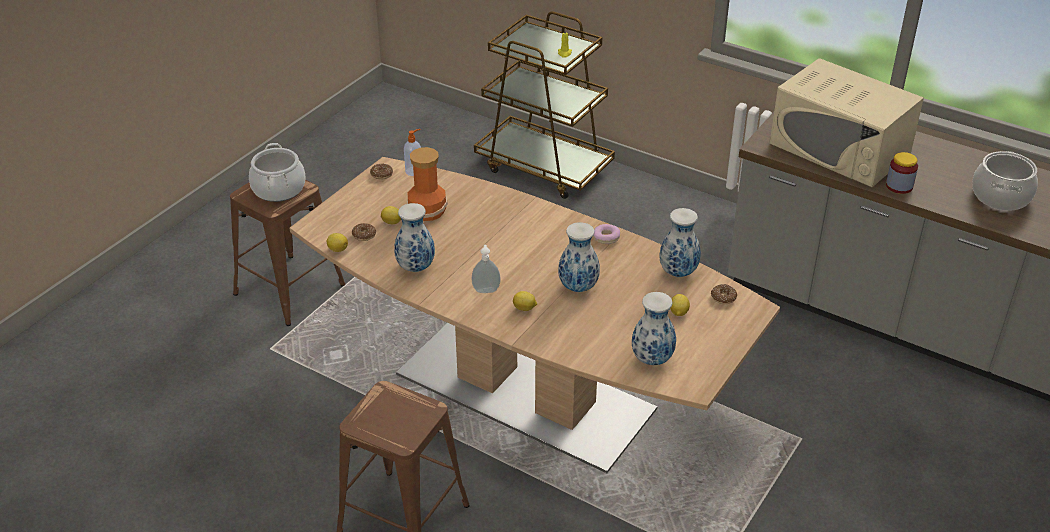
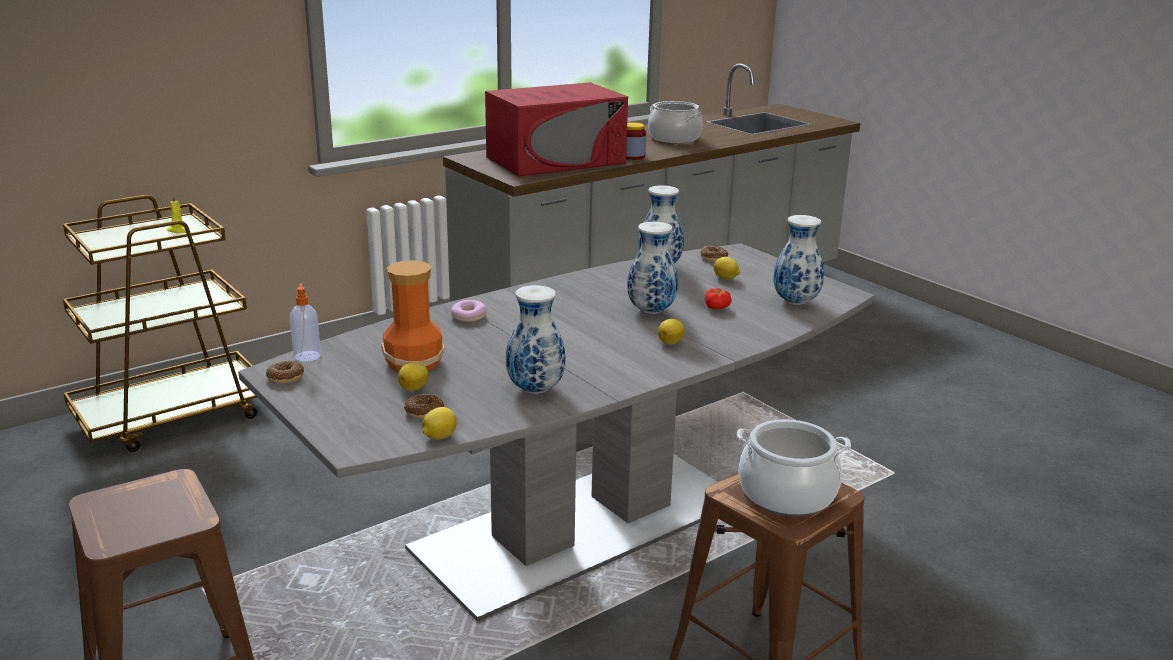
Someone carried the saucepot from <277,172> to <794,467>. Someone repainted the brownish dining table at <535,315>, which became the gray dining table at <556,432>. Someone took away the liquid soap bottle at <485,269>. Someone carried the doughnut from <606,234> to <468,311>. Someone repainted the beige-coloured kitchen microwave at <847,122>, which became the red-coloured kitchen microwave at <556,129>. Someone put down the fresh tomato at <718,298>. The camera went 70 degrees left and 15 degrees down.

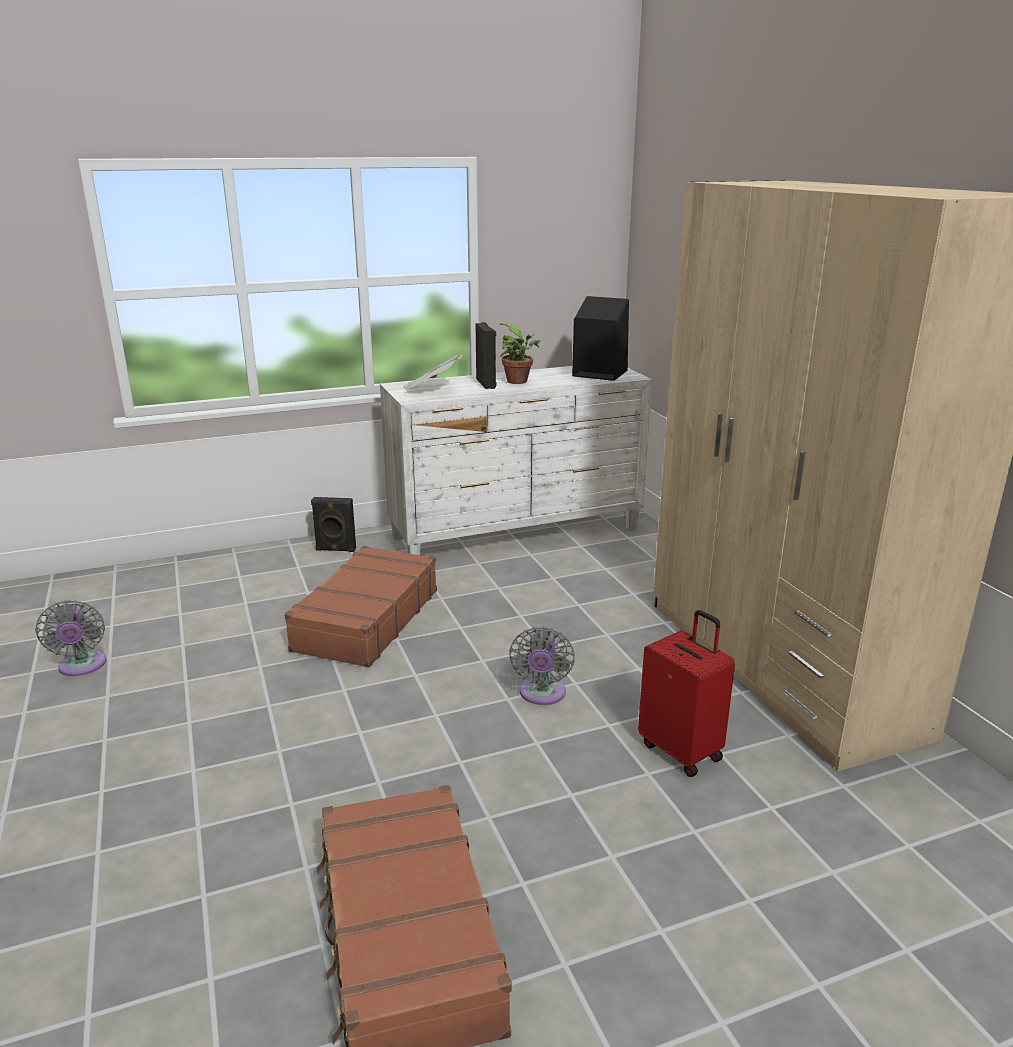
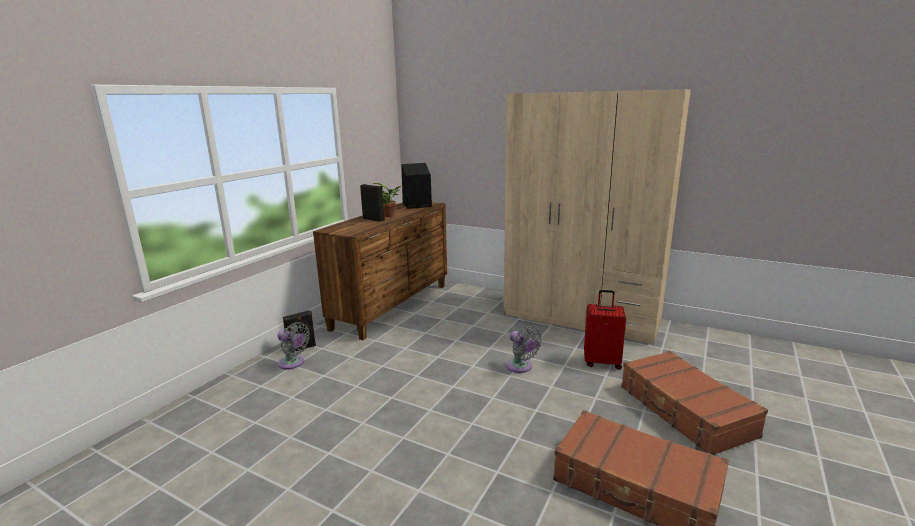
Someone carried the gray electric fan from <70,638> to <293,345>. Someone carried the brownish suitcase from <360,606> to <694,403>. Someone repainted the white-coloured drawer chest at <516,460>, which became the brownish drawer chest at <380,271>. Someone took away the newspaper at <432,372>. The camera went 40 degrees left and 5 degrees down.

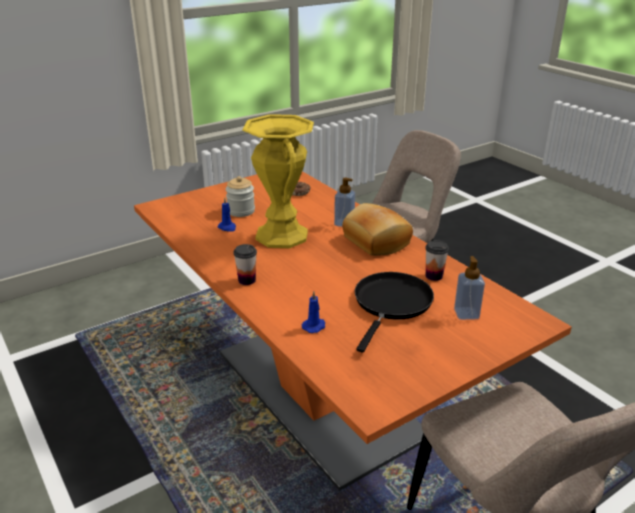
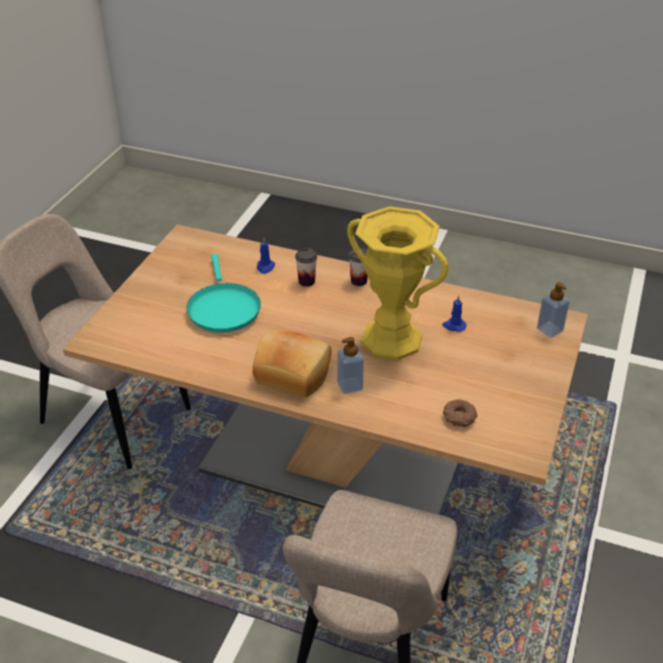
Someone repainted the orangey dining table at <353,331>, which became the beige-coloured dining table at <325,369>. Someone took away the preserve jar at <240,196>. Someone repainted the black frying pan at <394,312>, which became the turquoise frying pan at <224,293>. Someone carried the small cup from <437,260> to <306,267>. Someone carried the liquid soap bottle from <469,288> to <553,310>. The camera went 145 degrees right and 10 degrees up.

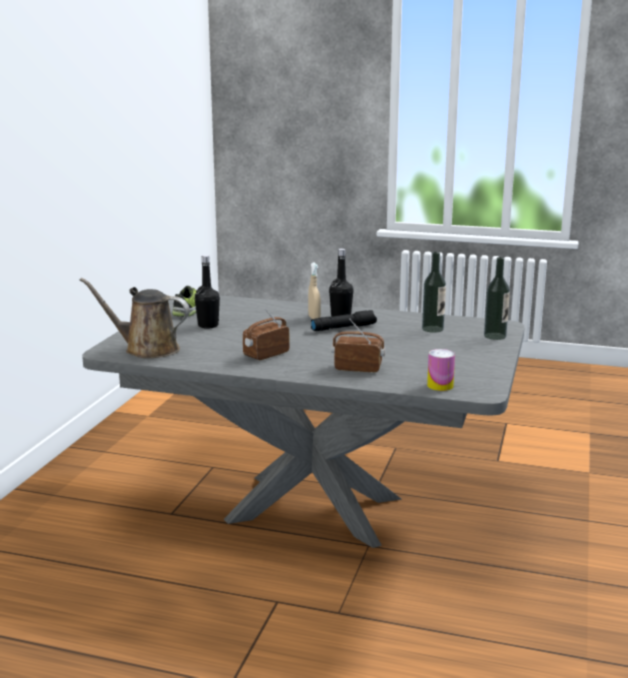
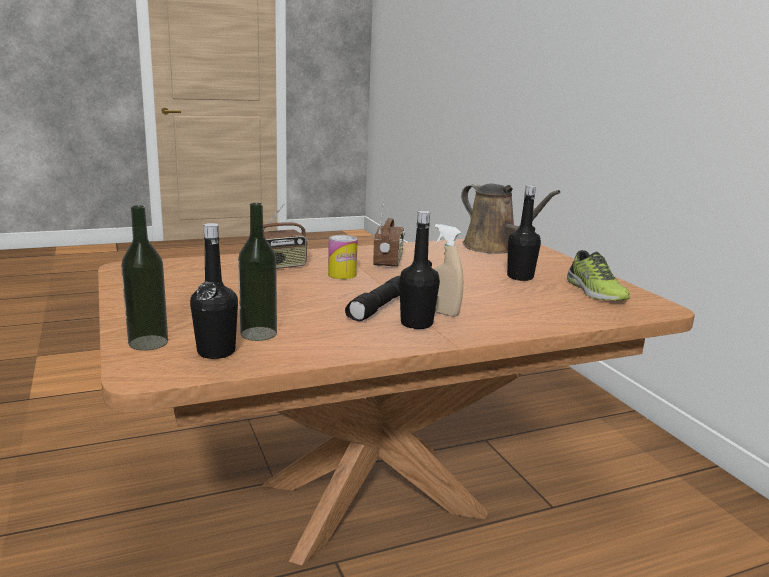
Someone rotated the brownish sprinkling can at <135,318> by 75 degrees clockwise. Someone repainted the gray dining table at <303,421>, which became the brownish dining table at <396,402>. Someone carried the sealed can from <441,370> to <343,257>. Someone put down the black bottle at <214,291>. The camera went 140 degrees right and 0 degrees up.

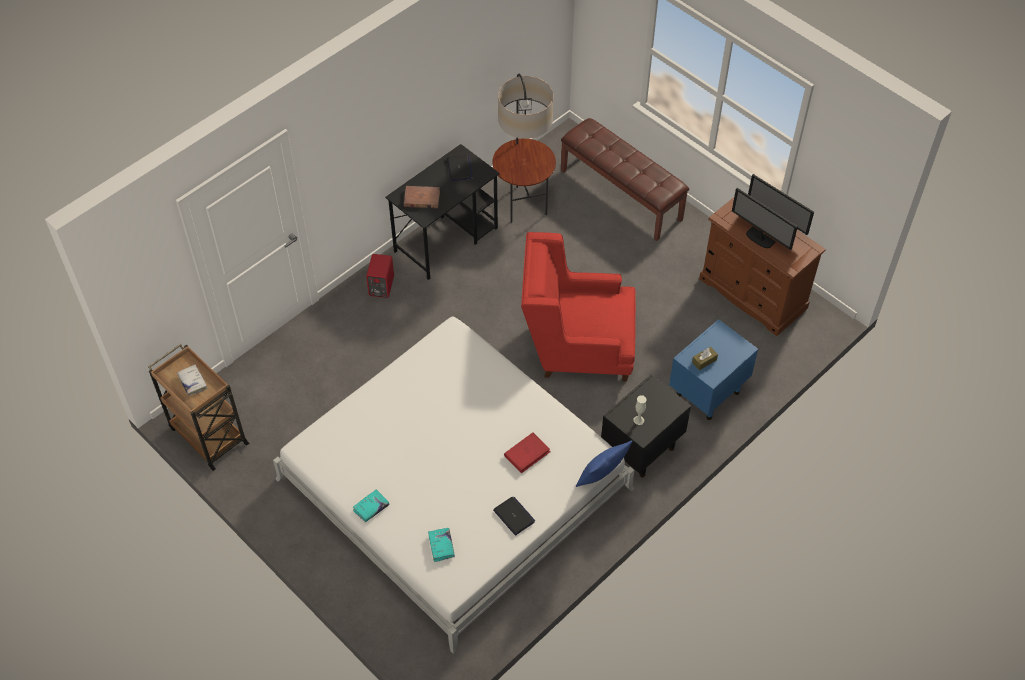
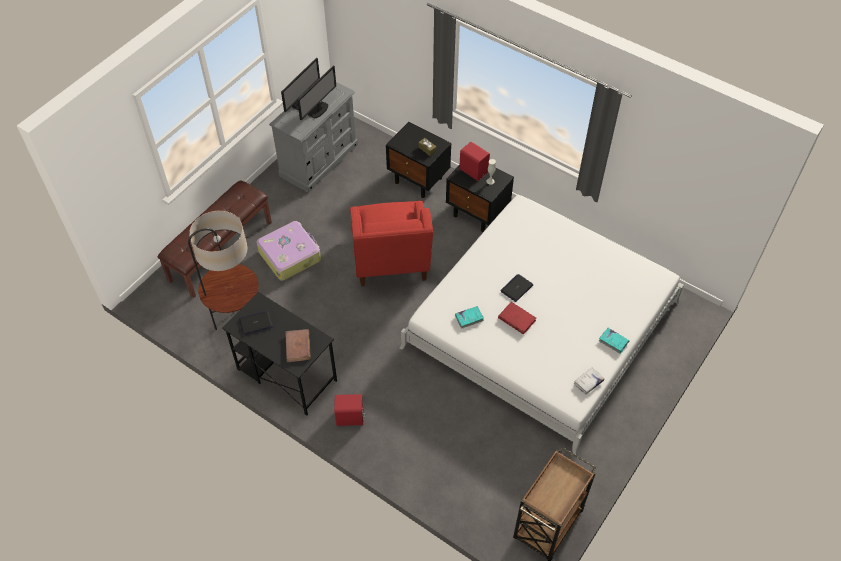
Someone carried the white-coloured book from <192,380> to <589,380>. Someone carried the turquoise book from <441,545> to <469,317>. Someone carried the notebook computer from <514,516> to <516,288>. Someone carried the red-coloured book from <527,453> to <517,318>. Someone took away the bluish pillow at <604,463>. Someone repainted the bluish bedside table at <713,369>, which became the black bedside table at <418,160>. Someone repainted the brownish drawer chest at <762,266>, which became the gray drawer chest at <313,137>. Someone put down the suitcase at <288,251>. Someone put down the red-coloured loudspeaker at <474,161>. The camera went 100 degrees left and 0 degrees up.

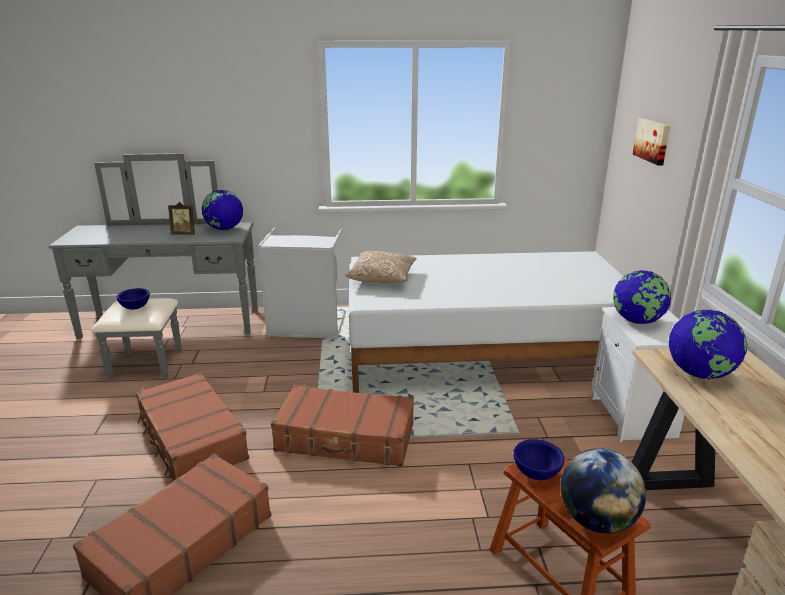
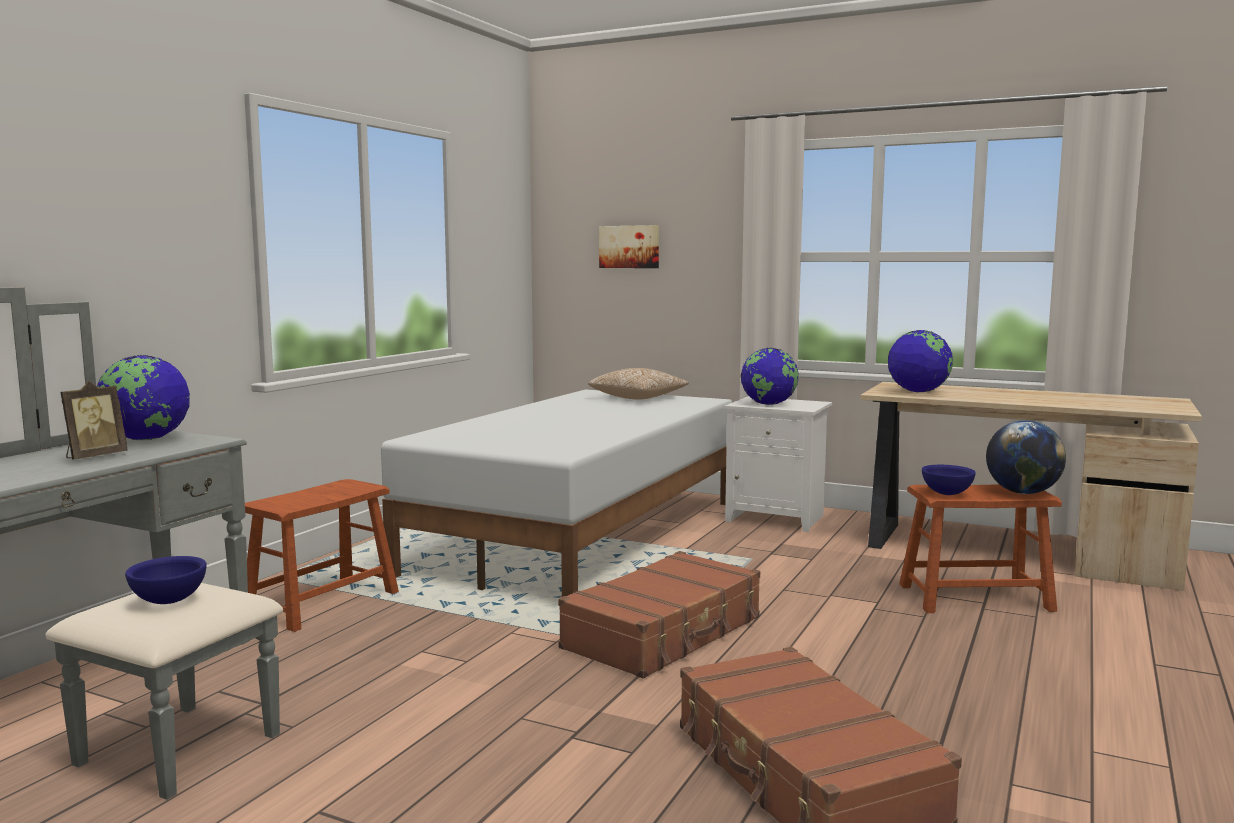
Someone took away the brownish suitcase at <192,426>. Someone swapped the gray laundry basket at <301,283> for the brownish sitting stool at <322,555>. Someone carried the pillow from <381,267> to <638,384>. The camera went 60 degrees left and 15 degrees down.

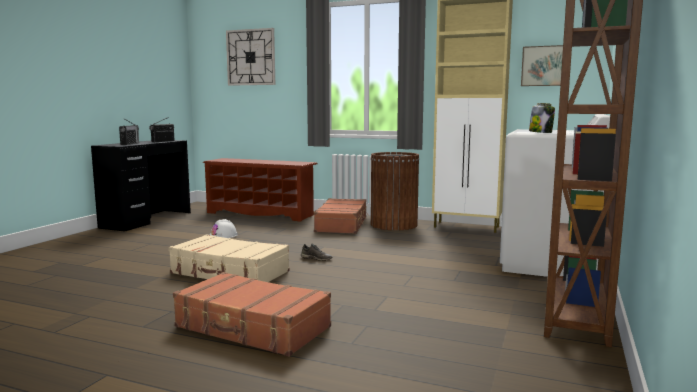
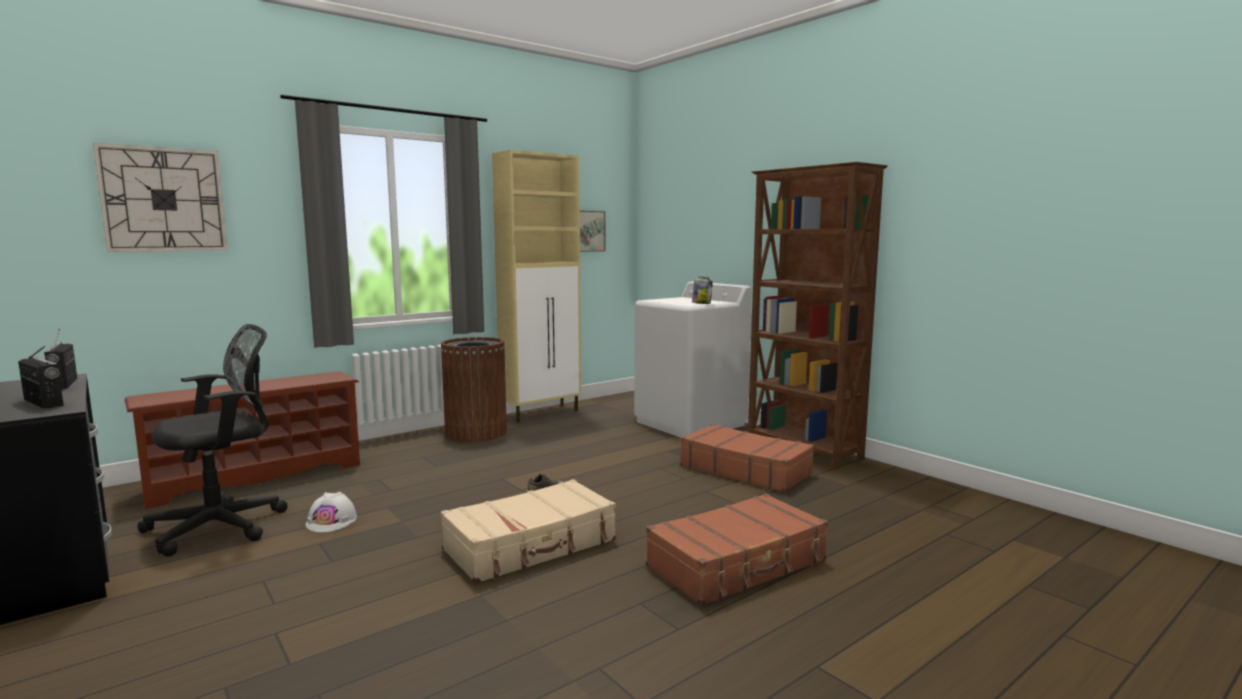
Someone carried the brownish suitcase from <341,216> to <747,458>. Someone put down the black office chair at <212,440>. The camera went 60 degrees left and 0 degrees up.

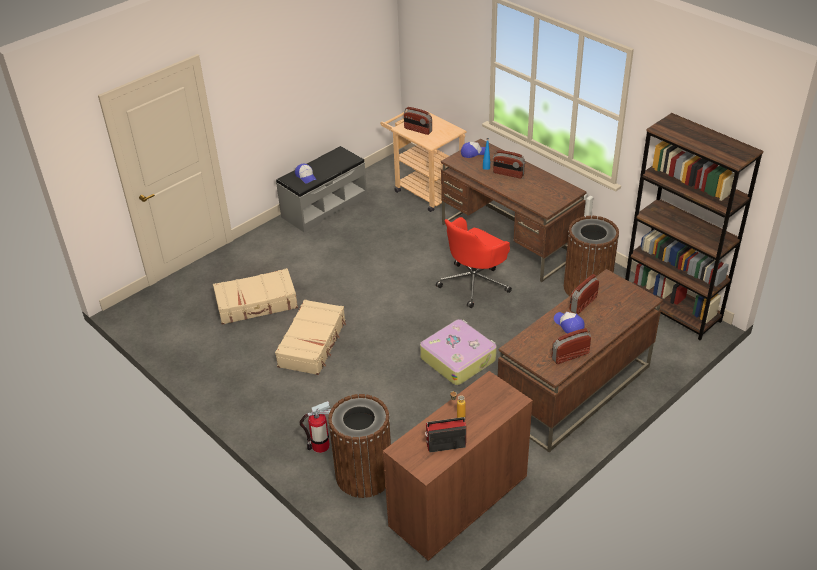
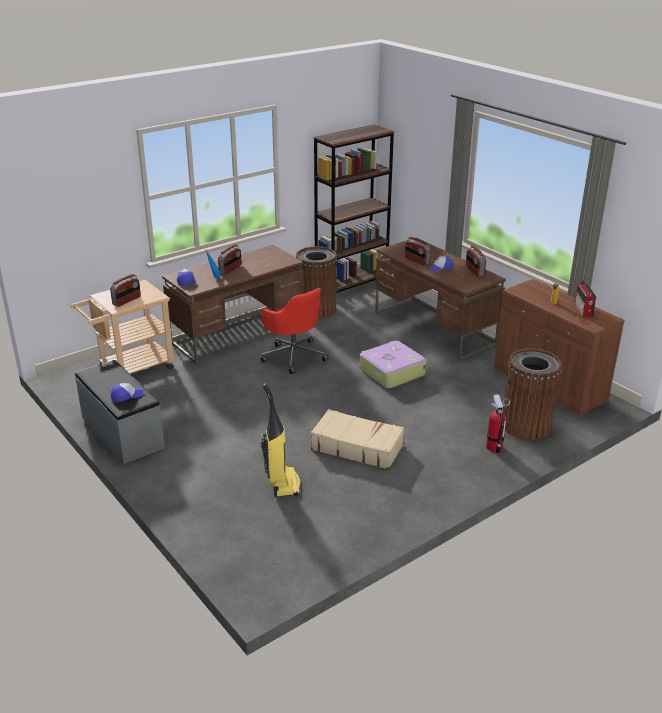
Someone swapped the beige-coloured suitcase at <255,296> for the hoover at <280,440>. The camera went 85 degrees left and 10 degrees down.

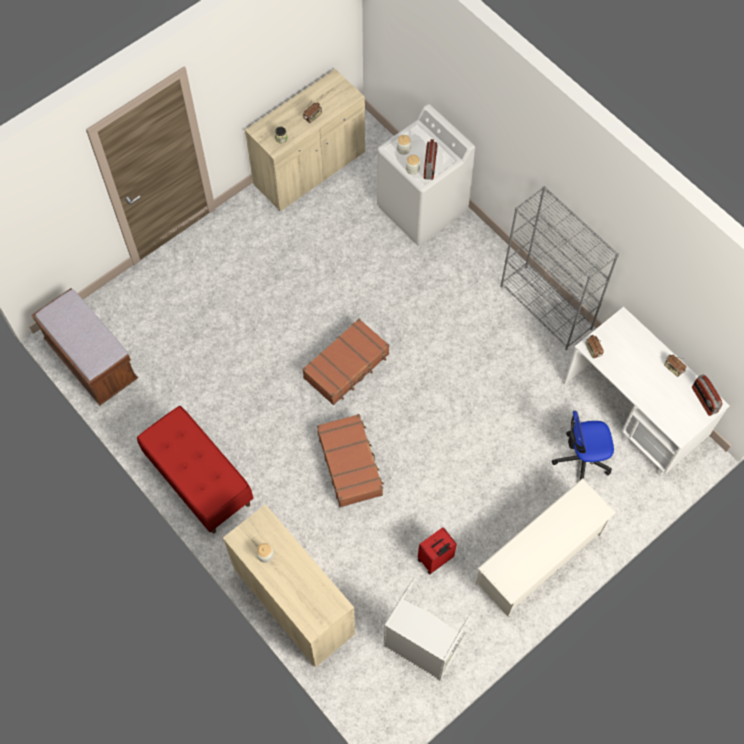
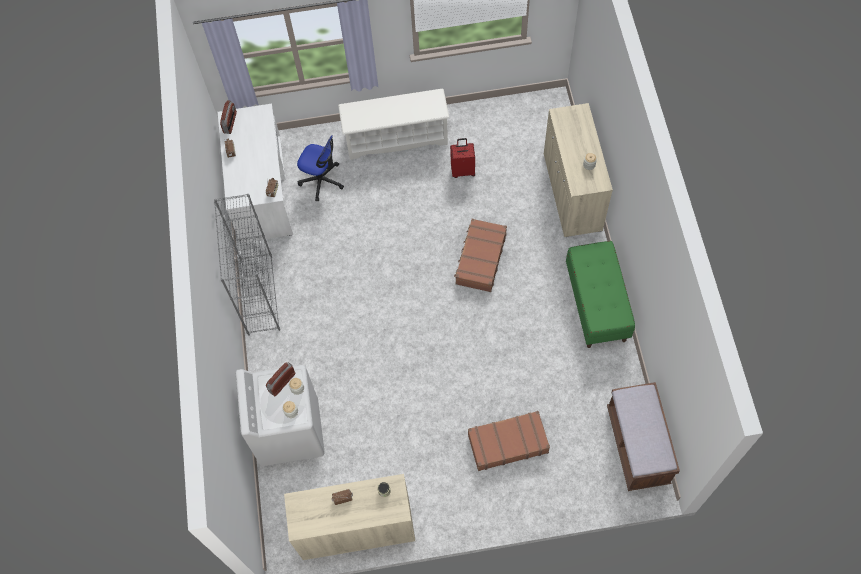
Someone repainted the red-coloured bench at <195,469>, which became the greenish bench at <600,294>. Someone carried the brownish suitcase from <345,362> to <509,441>. Someone took away the gray laundry basket at <428,629>. The camera went 145 degrees left and 0 degrees up.

